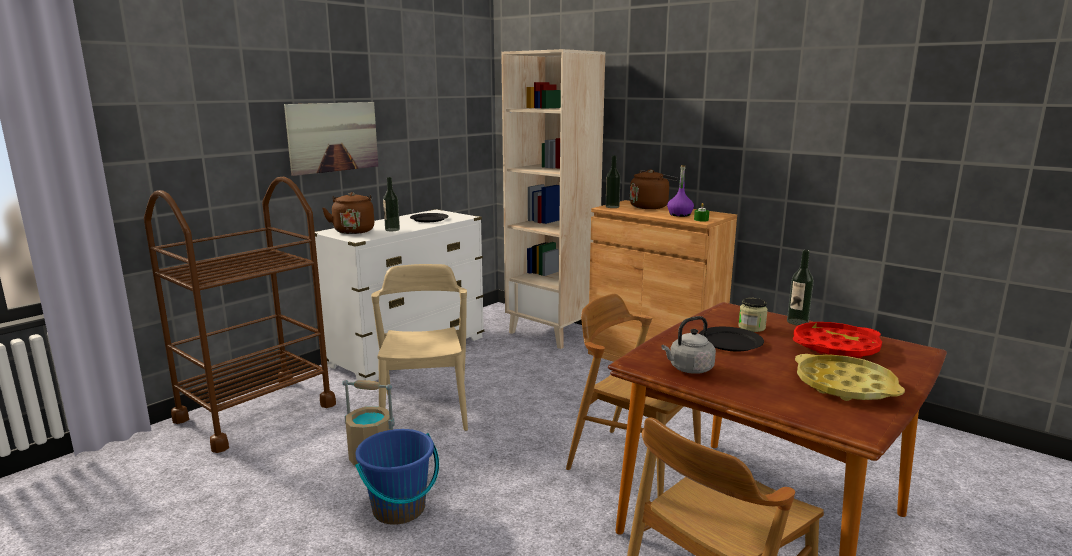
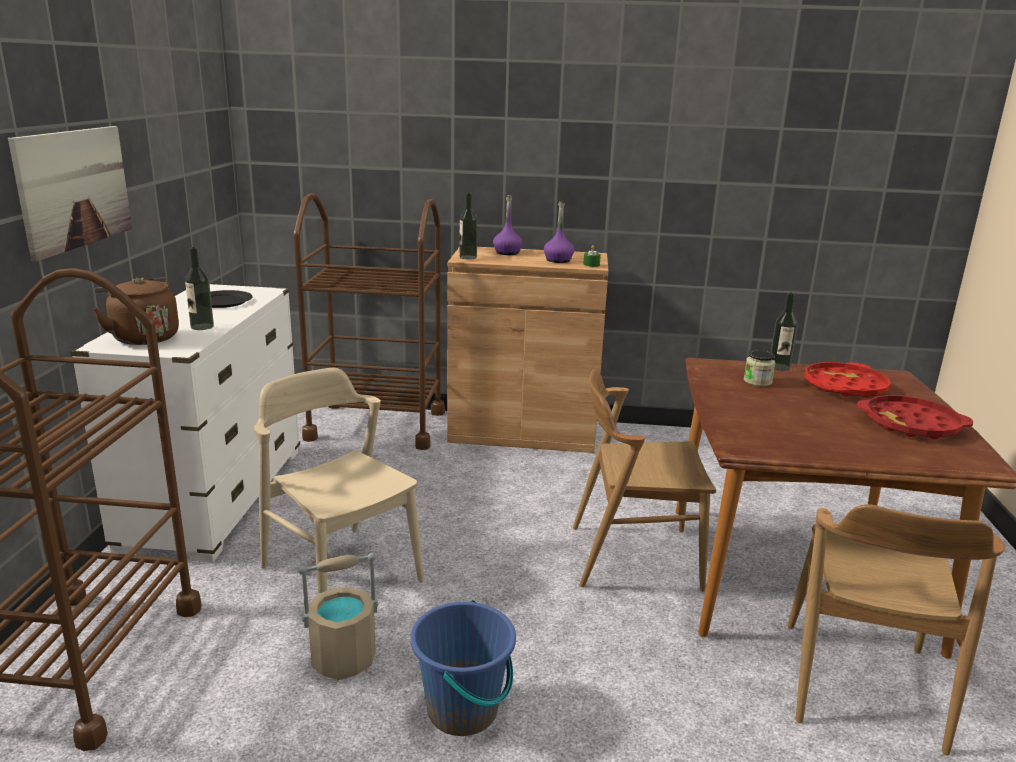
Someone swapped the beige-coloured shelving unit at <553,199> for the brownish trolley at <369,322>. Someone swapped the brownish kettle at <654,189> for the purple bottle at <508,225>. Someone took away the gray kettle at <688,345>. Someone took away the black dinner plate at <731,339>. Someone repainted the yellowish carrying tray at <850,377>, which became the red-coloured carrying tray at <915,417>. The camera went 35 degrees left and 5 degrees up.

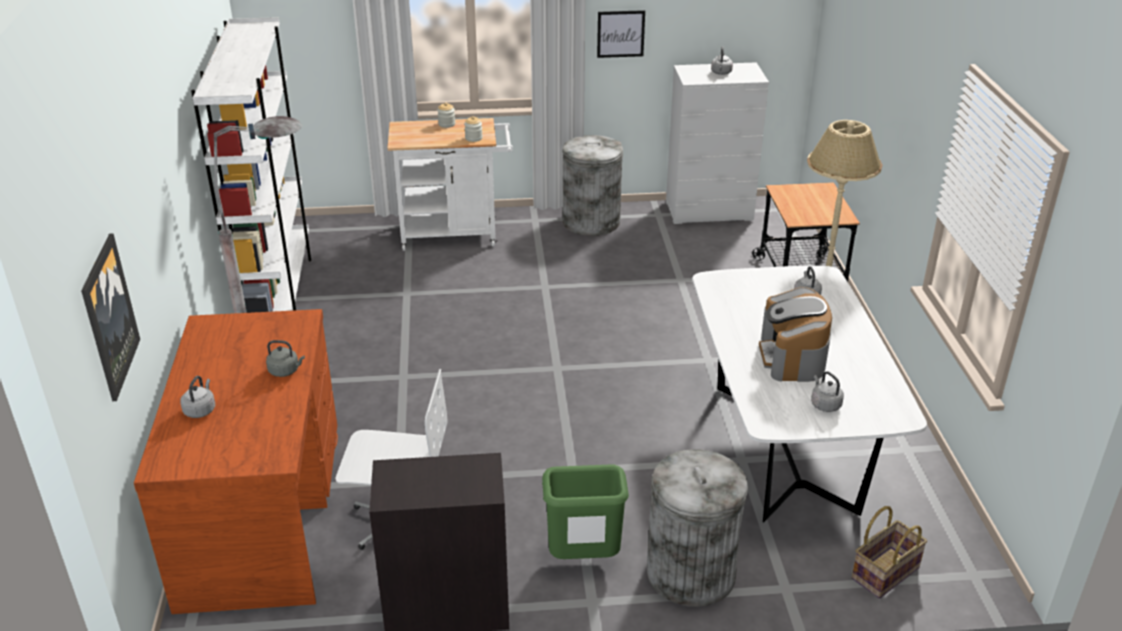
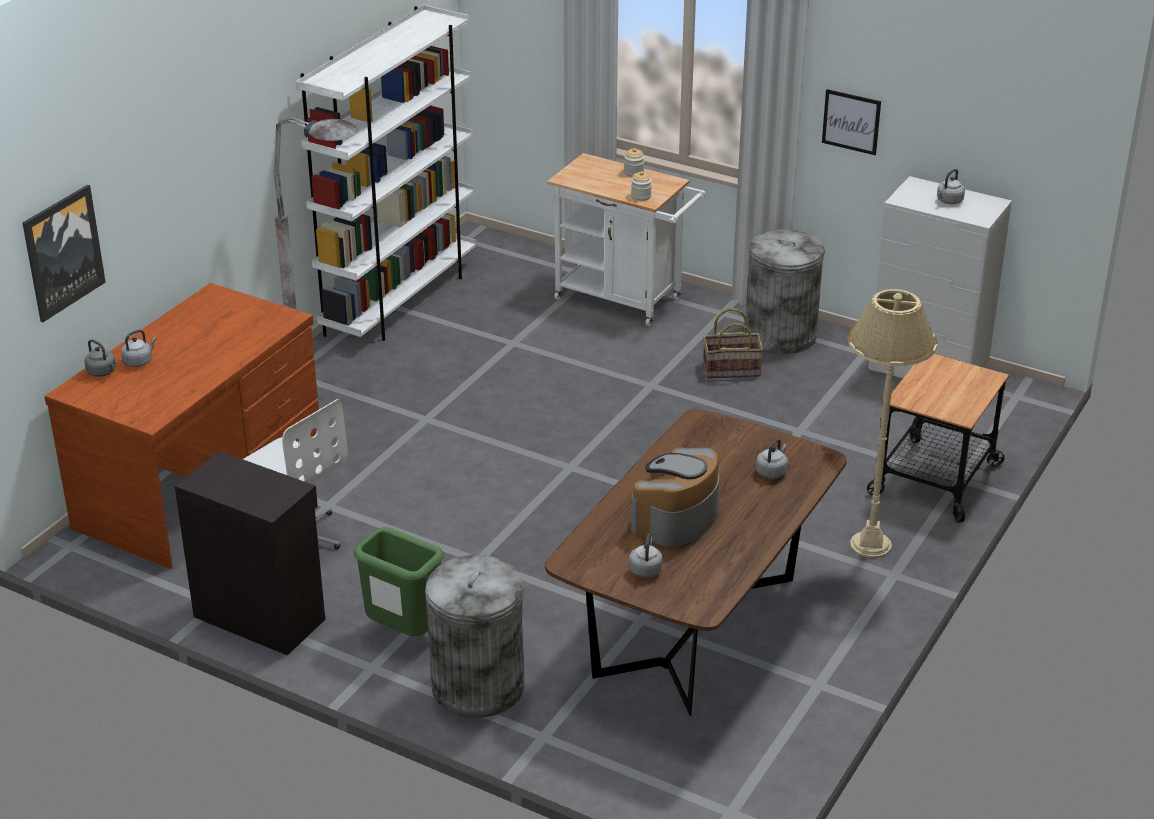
Someone carried the gray kettle from <285,358> to <100,358>. Someone repainted the white-coloured dining table at <810,394>, which became the brownish dining table at <696,562>. Someone carried the household basket from <889,552> to <733,343>. The camera went 35 degrees right and 0 degrees up.

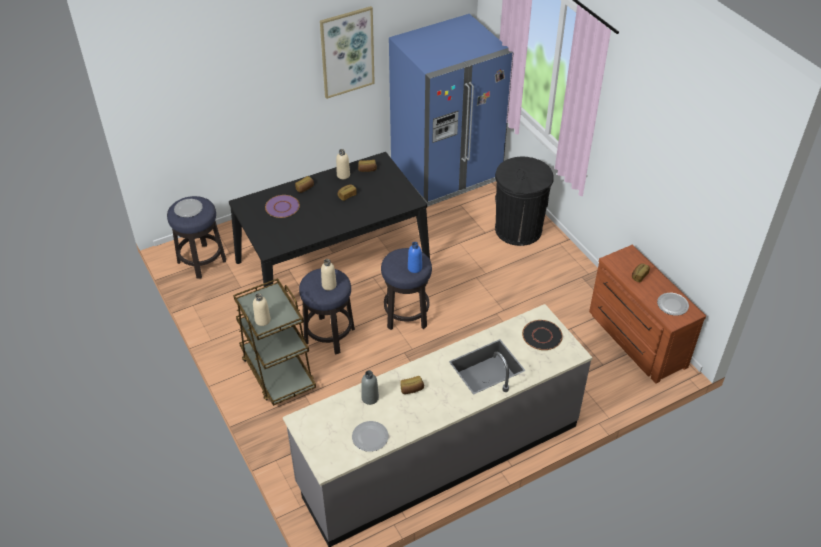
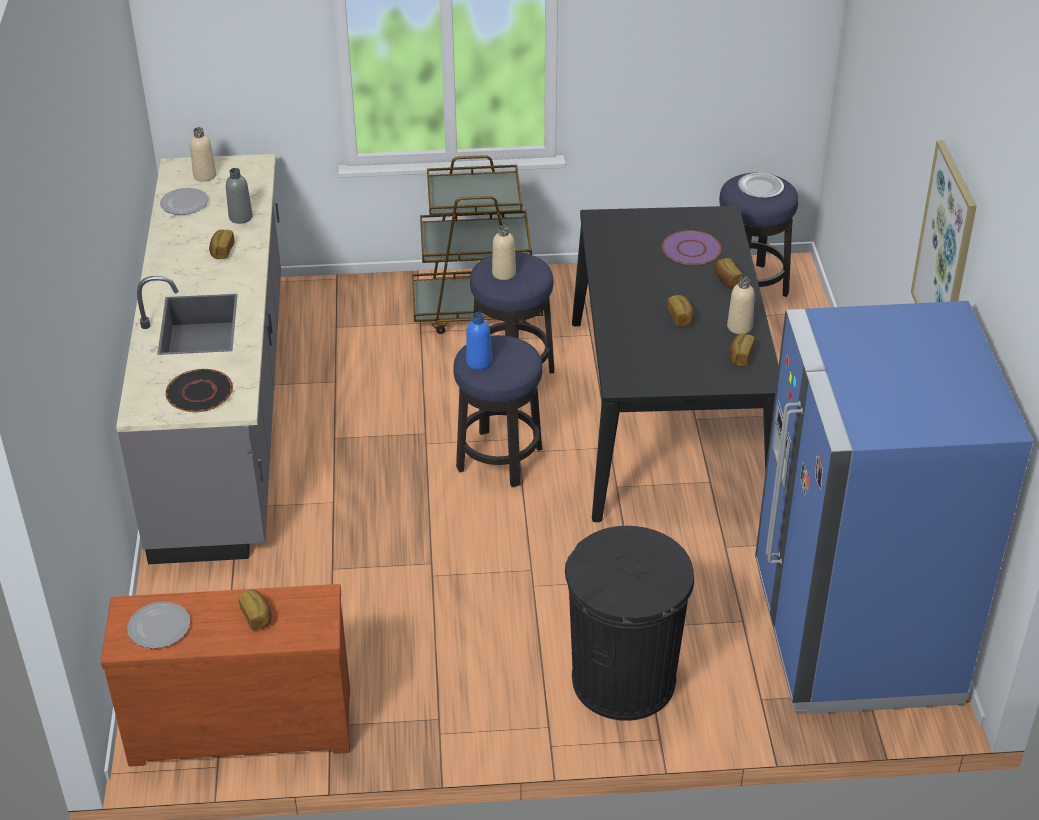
Someone carried the beige-coloured bottle from <262,309> to <203,154>. The camera went 115 degrees right and 5 degrees down.

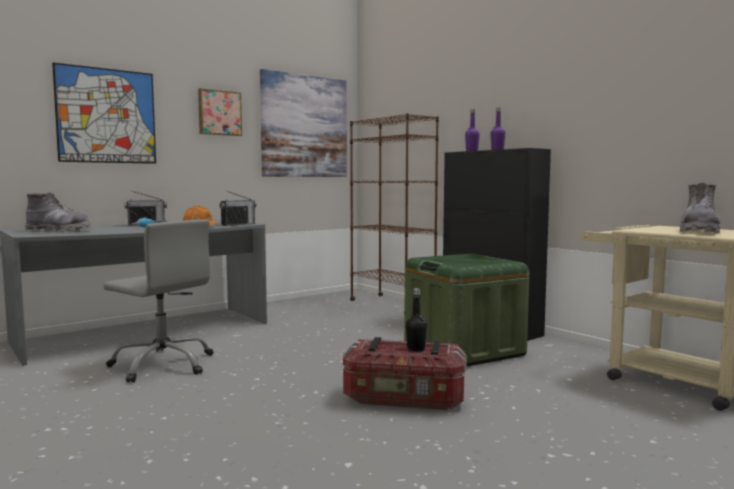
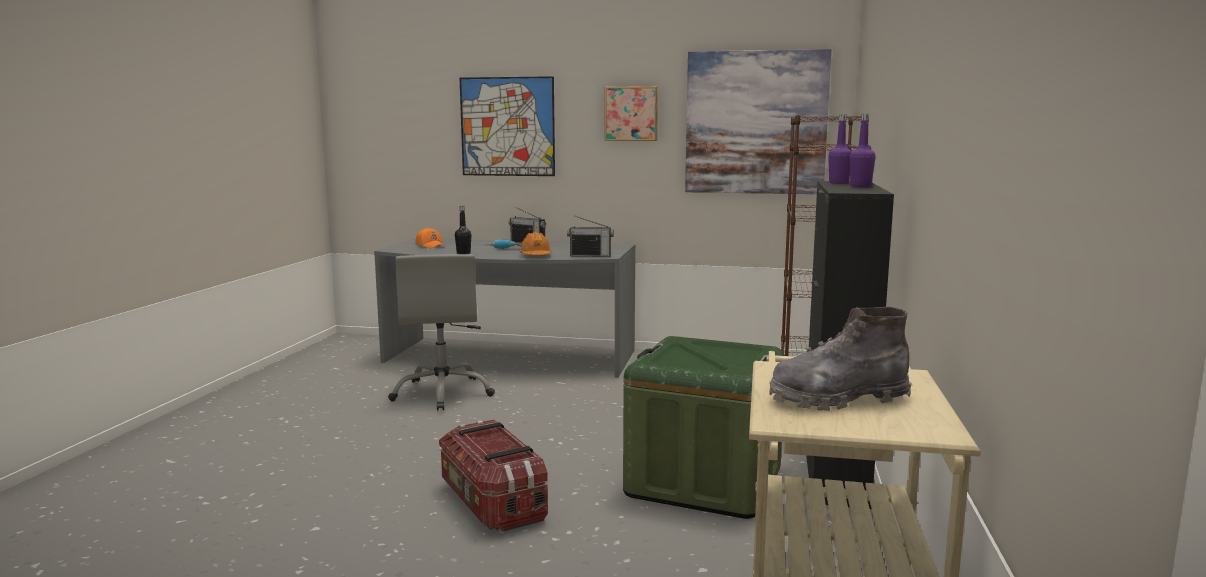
Someone swapped the gray boot at <57,212> for the orangey cap at <429,238>. Someone carried the black bottle from <416,319> to <463,230>. The camera went 50 degrees right and 5 degrees up.

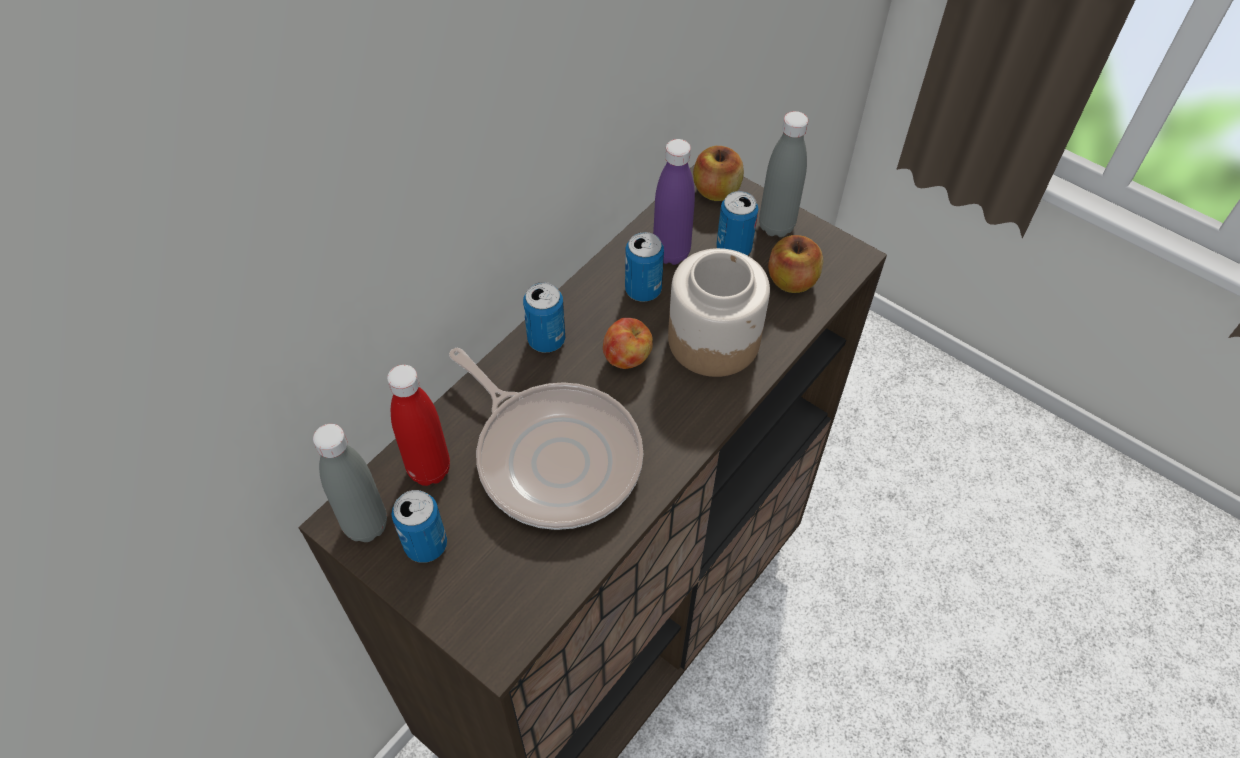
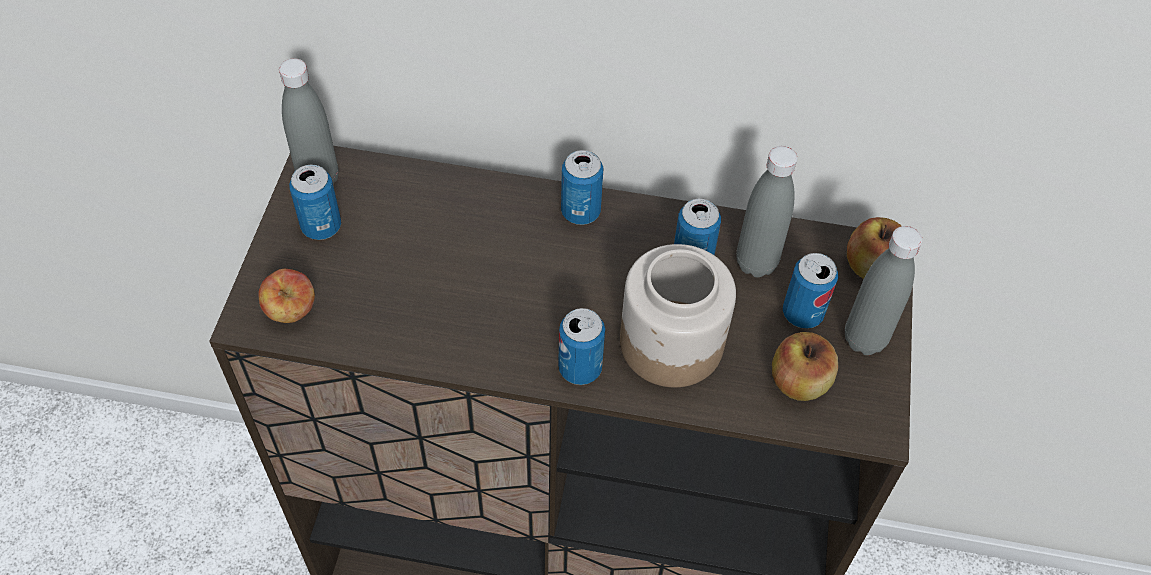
Someone took away the red-coloured bottle at <418,425>. Someone took away the frying pan at <546,438>. Someone carried the apple from <628,343> to <286,296>. Someone repainted the purple bottle at <674,202>, which became the gray bottle at <766,211>. Someone put down the sealed can at <581,346>. The camera went 60 degrees right and 0 degrees up.

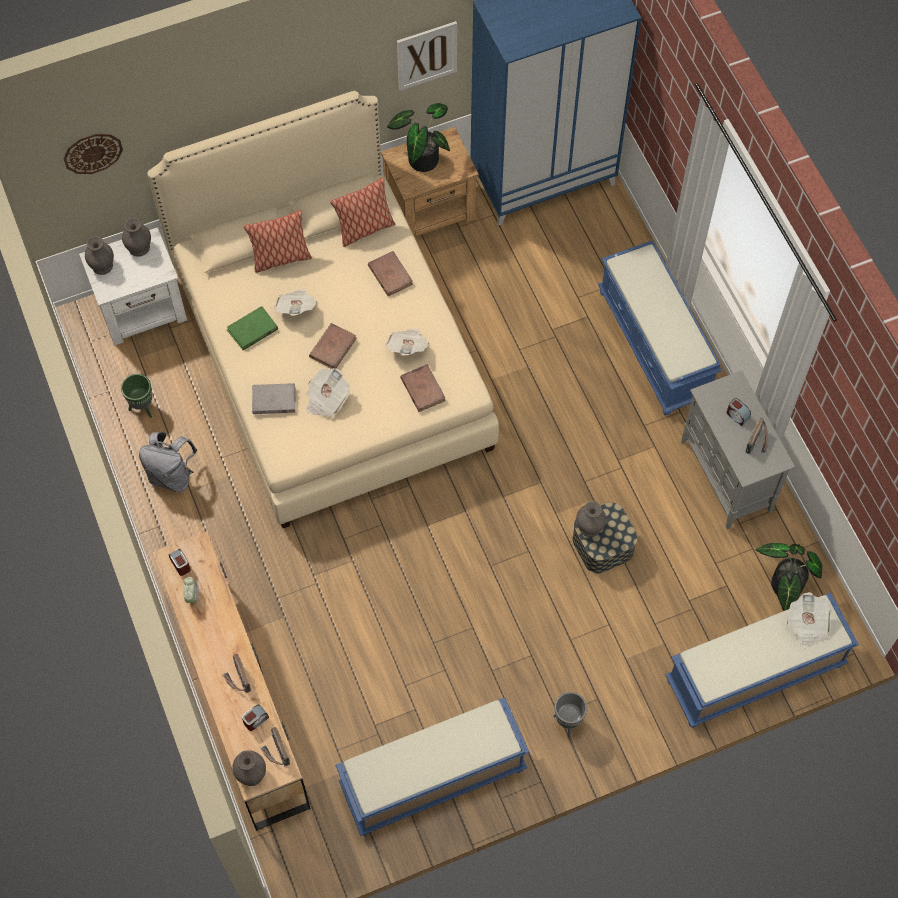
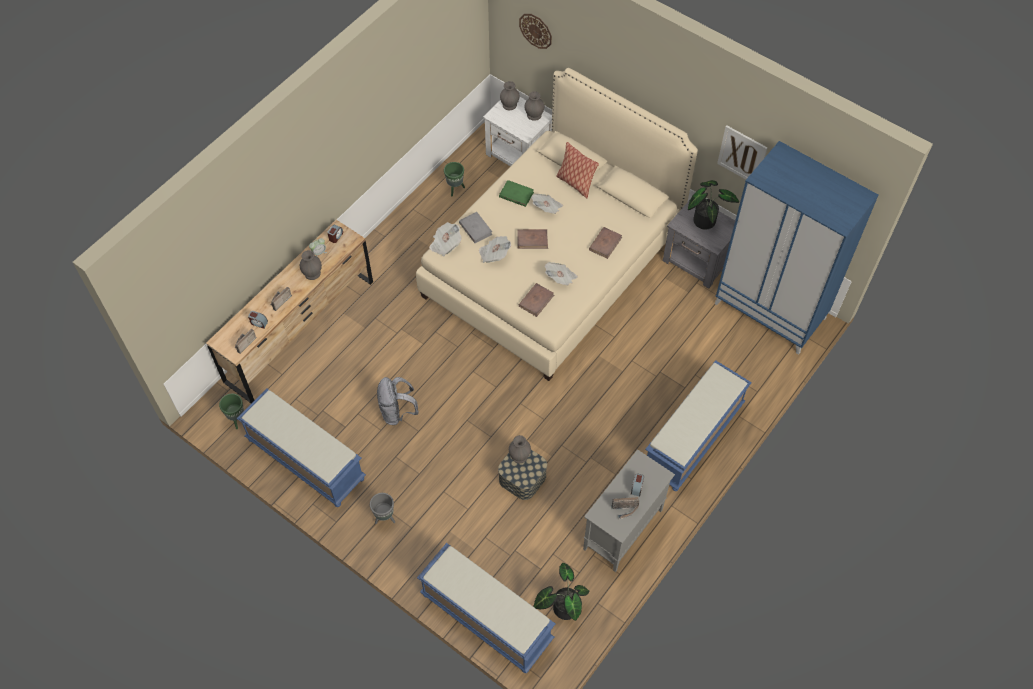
Someone carried the gray rucksack from <168,462> to <398,401>. Someone carried the gray vase from <249,768> to <311,265>. Someone took away the pillow at <362,212>. Someone repainted the brownish bedside table at <430,182>, which became the gray bedside table at <699,244>. Someone carried the newspaper from <809,620> to <445,239>. Someone put down the greenish plant pot at <231,411>. The camera went 60 degrees right and 5 degrees down.

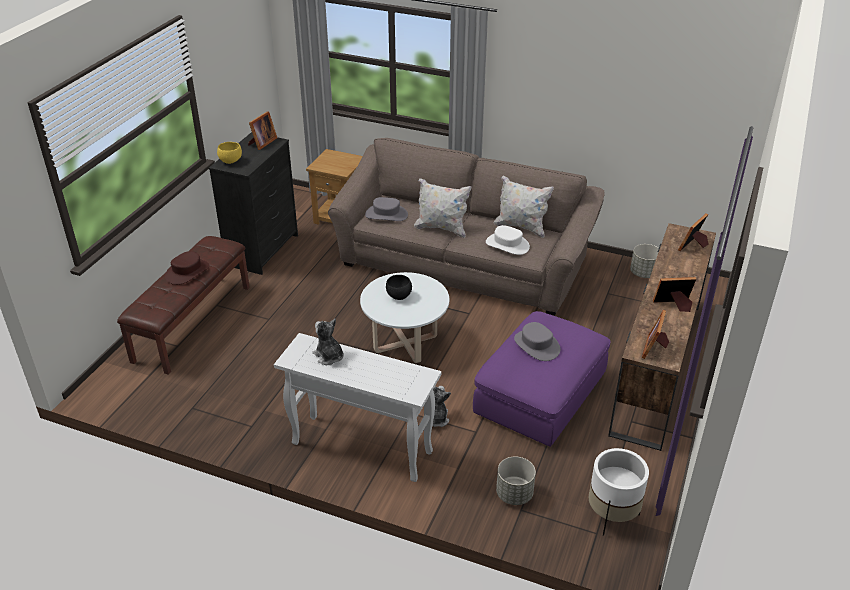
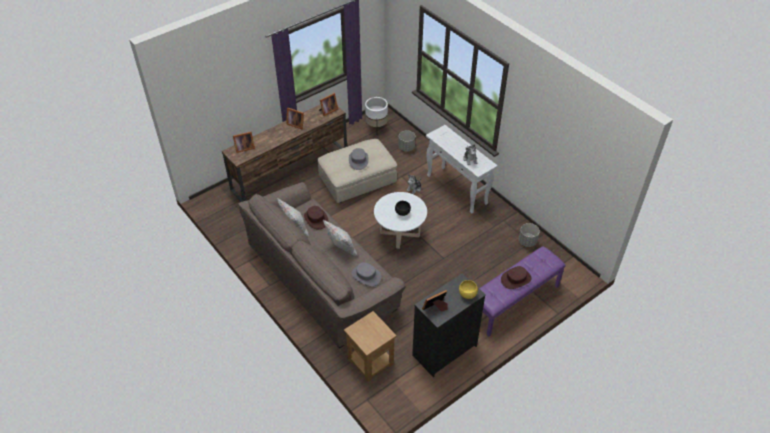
Someone repainted the brownish bench at <183,305>, which became the purple bench at <522,291>. Someone repainted the purple pouffe at <542,379>, which became the beige-coloured pouffe at <357,171>. Someone repainted the white-coloured clothing hat at <508,240>, which became the brownish clothing hat at <316,217>. Someone carried the gray plant pot from <644,261> to <529,235>. The camera went 150 degrees left and 10 degrees up.

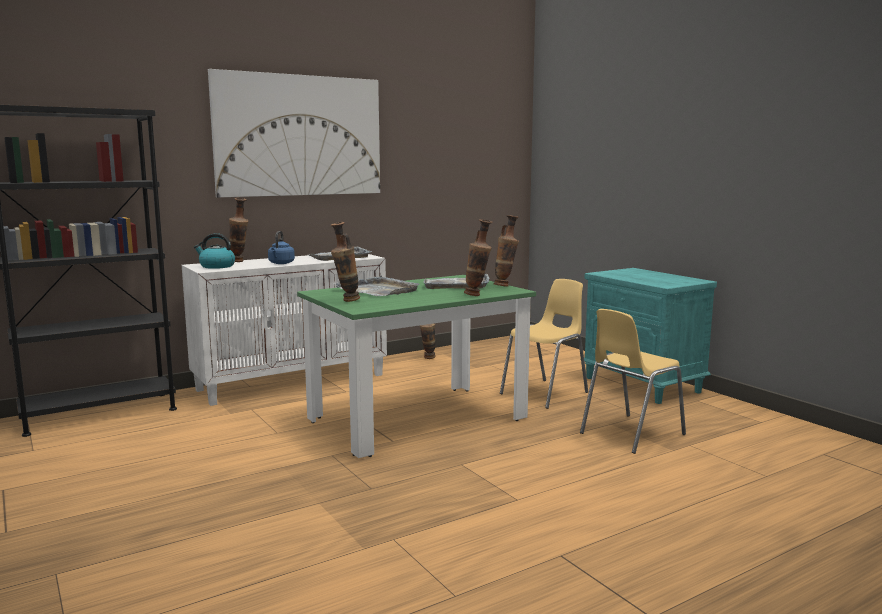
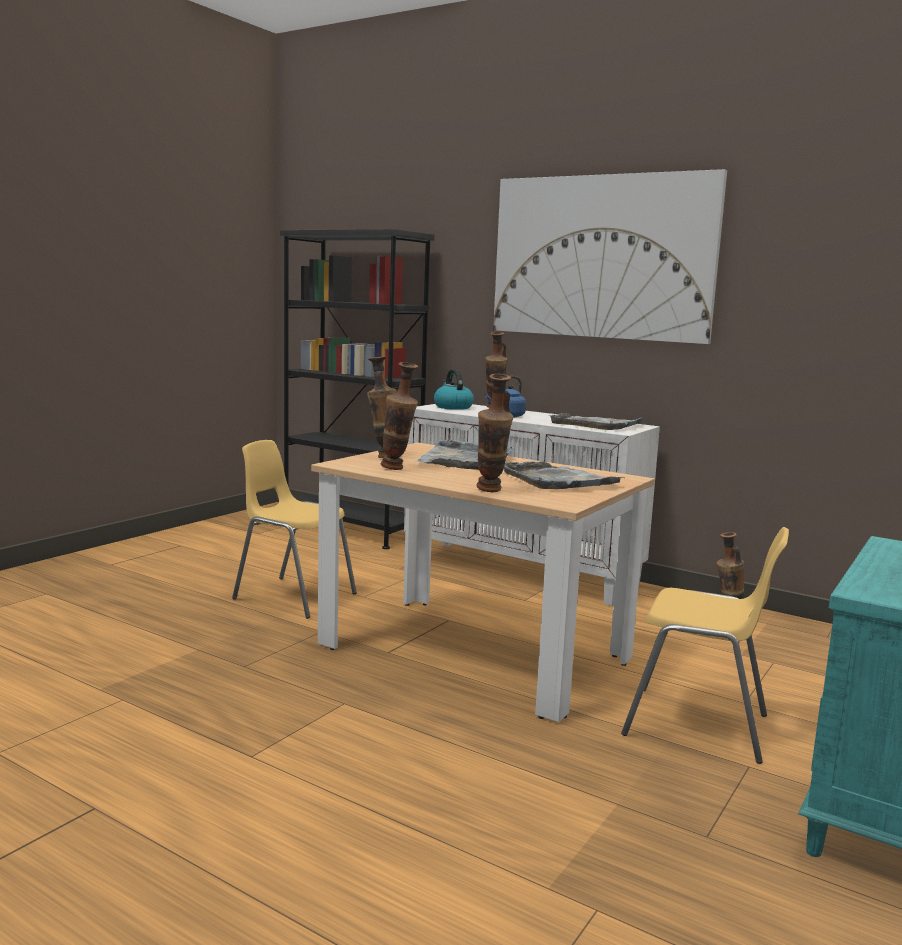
Someone repainted the greenish dining table at <416,366>, which became the beige-coloured dining table at <483,582>. Someone carried the vase from <506,251> to <399,416>. Someone carried the yellowish upright chair from <633,381> to <294,529>. The camera went 65 degrees right and 0 degrees up.

